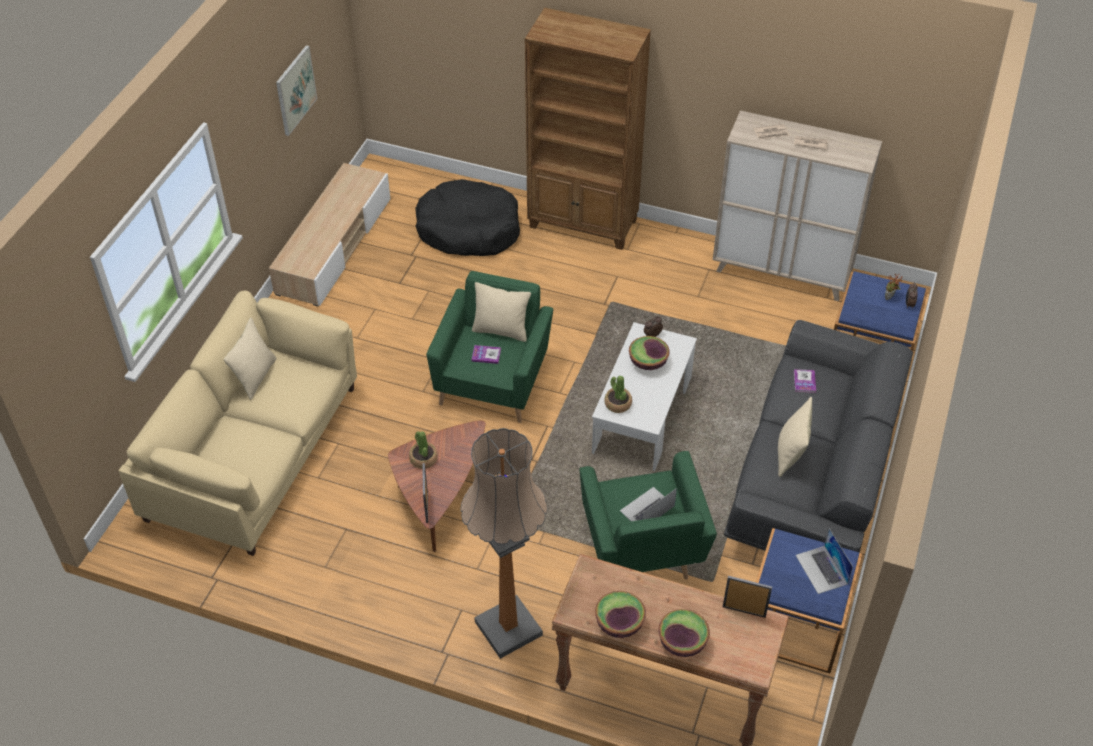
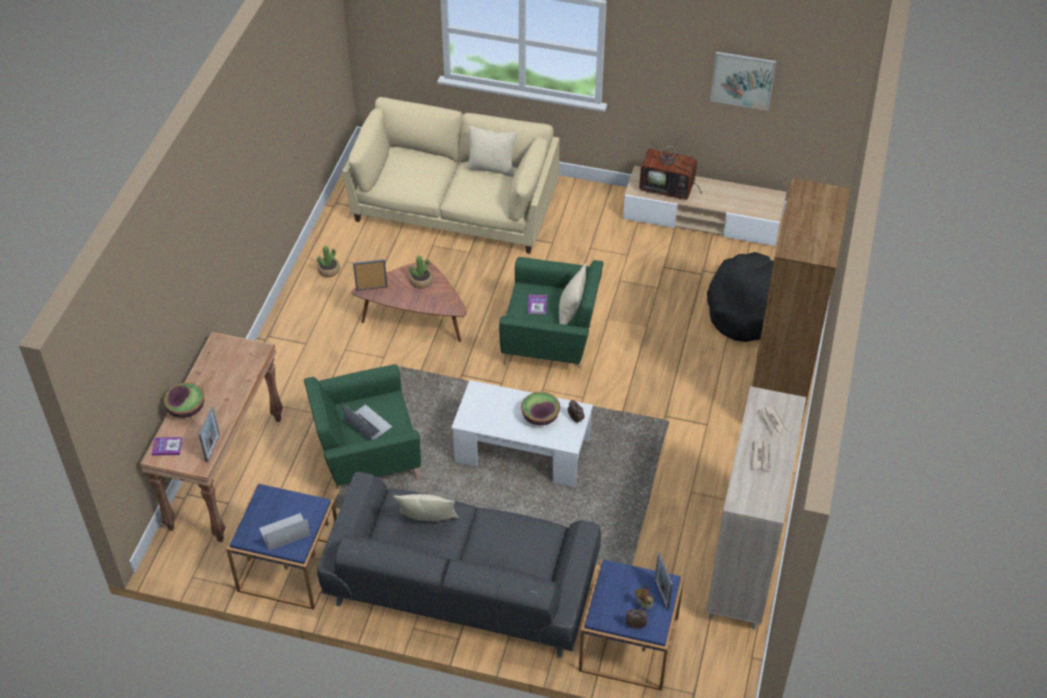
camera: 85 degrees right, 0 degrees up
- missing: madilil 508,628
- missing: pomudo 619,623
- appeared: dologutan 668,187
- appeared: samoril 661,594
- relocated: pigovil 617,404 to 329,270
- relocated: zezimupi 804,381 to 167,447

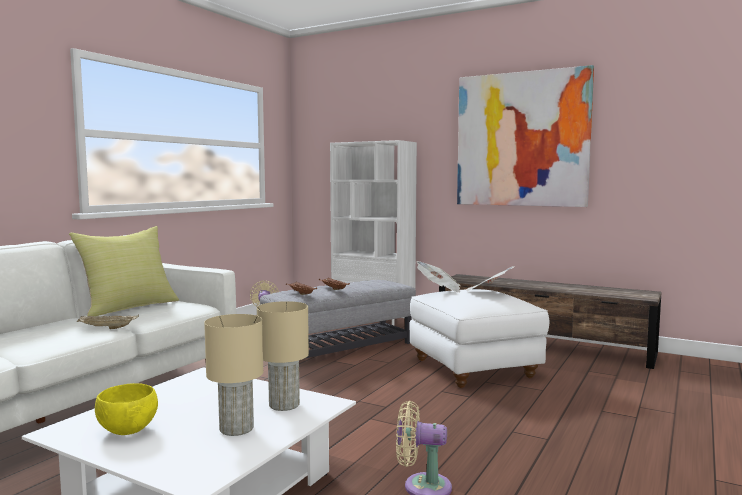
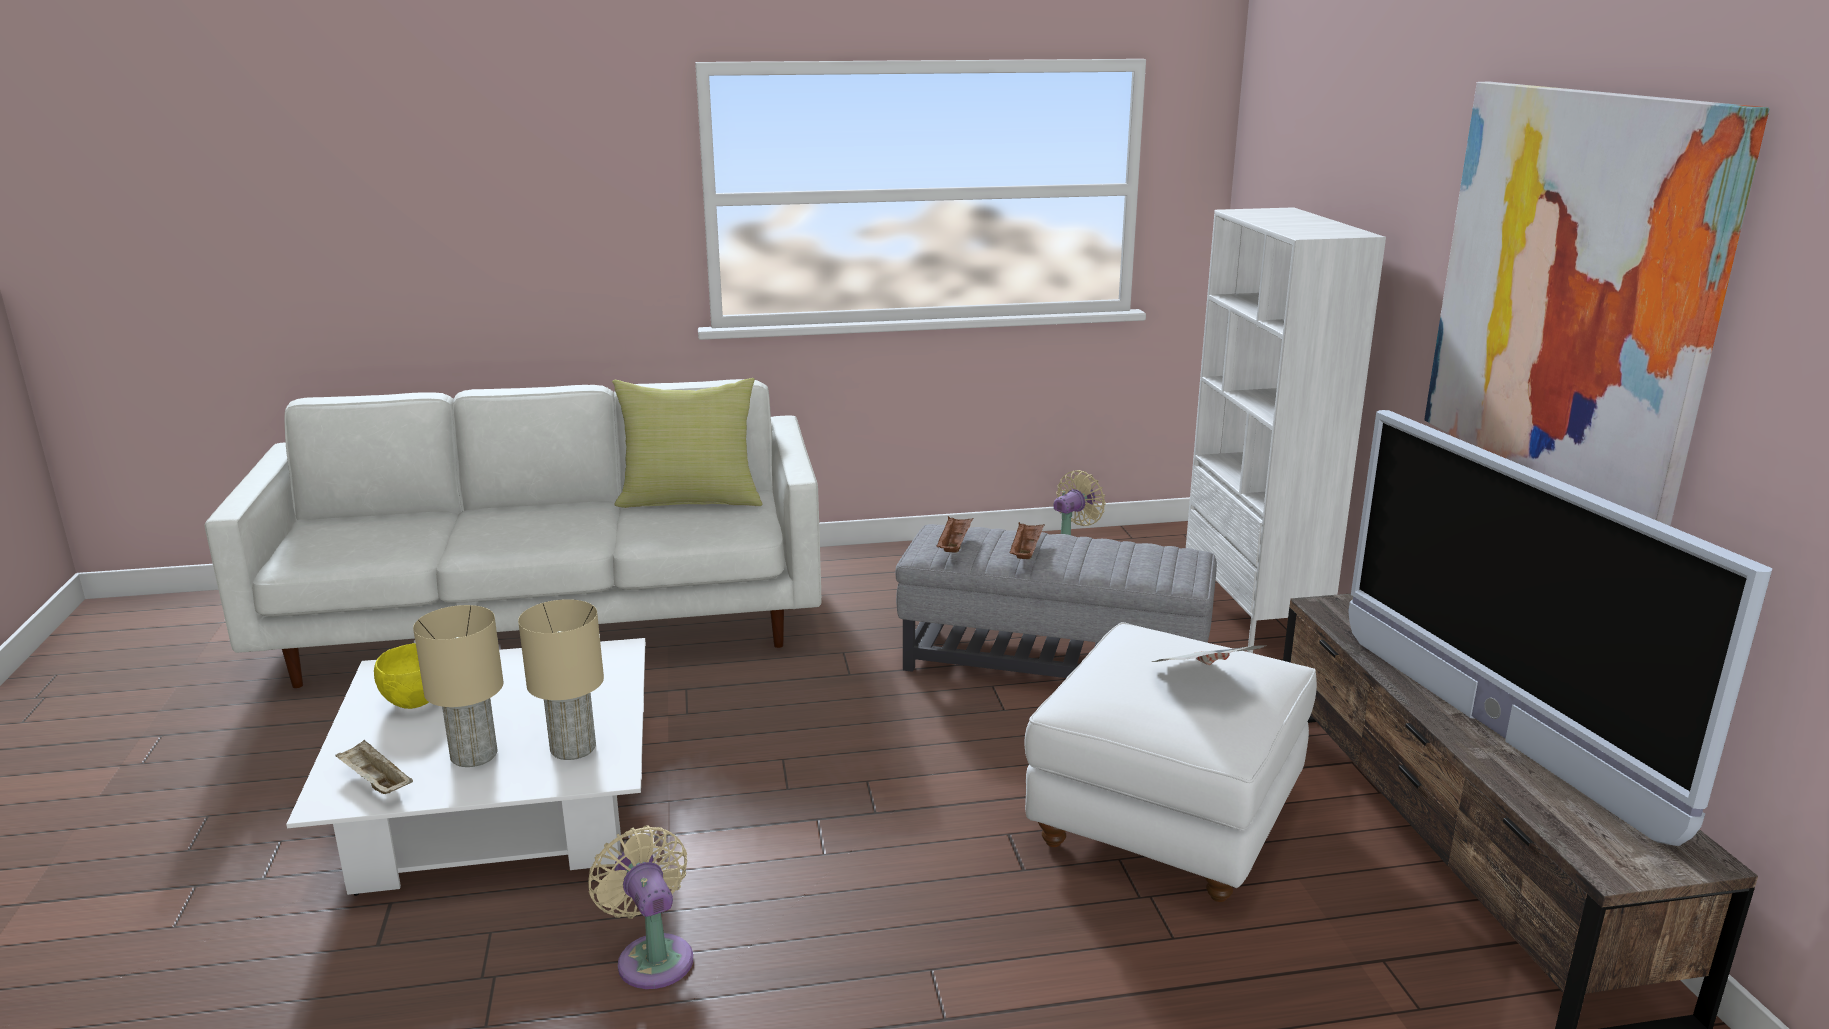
camera: 50 degrees right, 15 degrees up
- missing: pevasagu 439,289
- appeared: dologutan 1493,730
- relocated: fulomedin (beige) 107,328 to 375,783

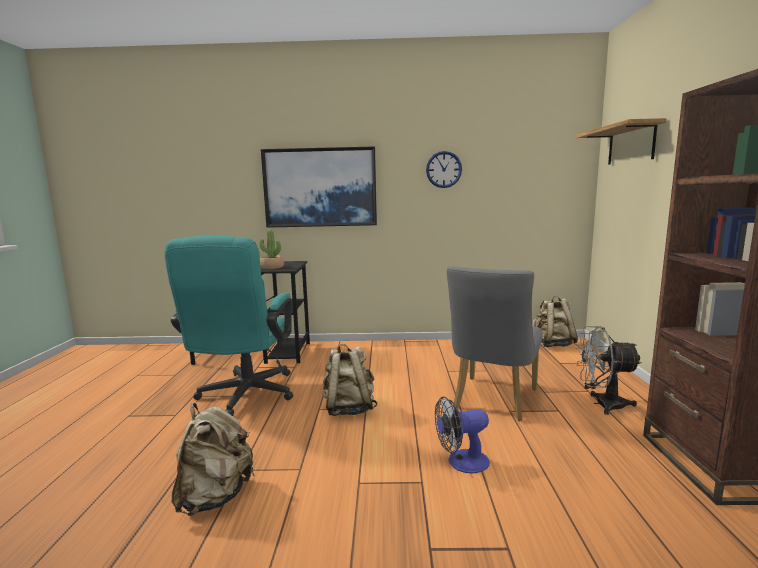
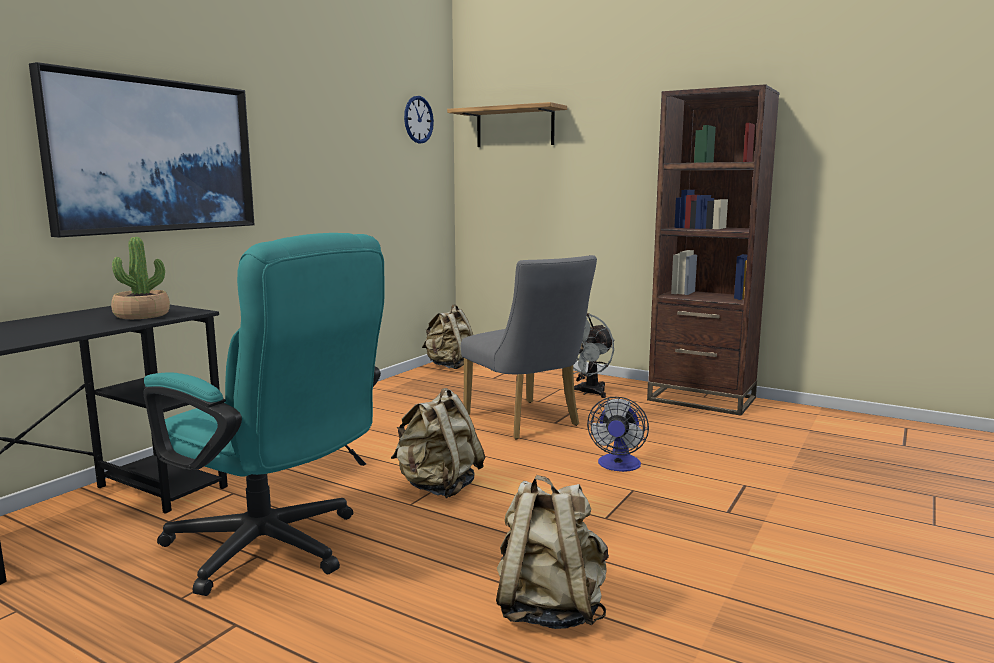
camera: 60 degrees left, 0 degrees up
- relocated: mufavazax 443,169 to 418,119

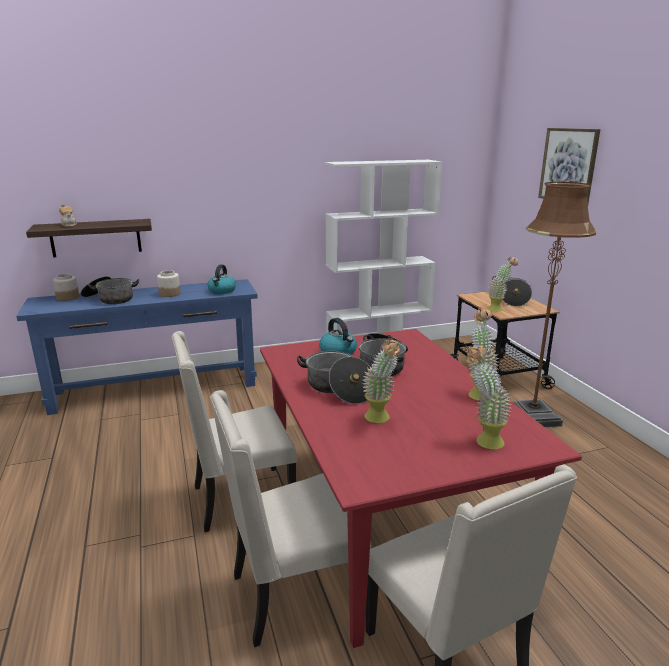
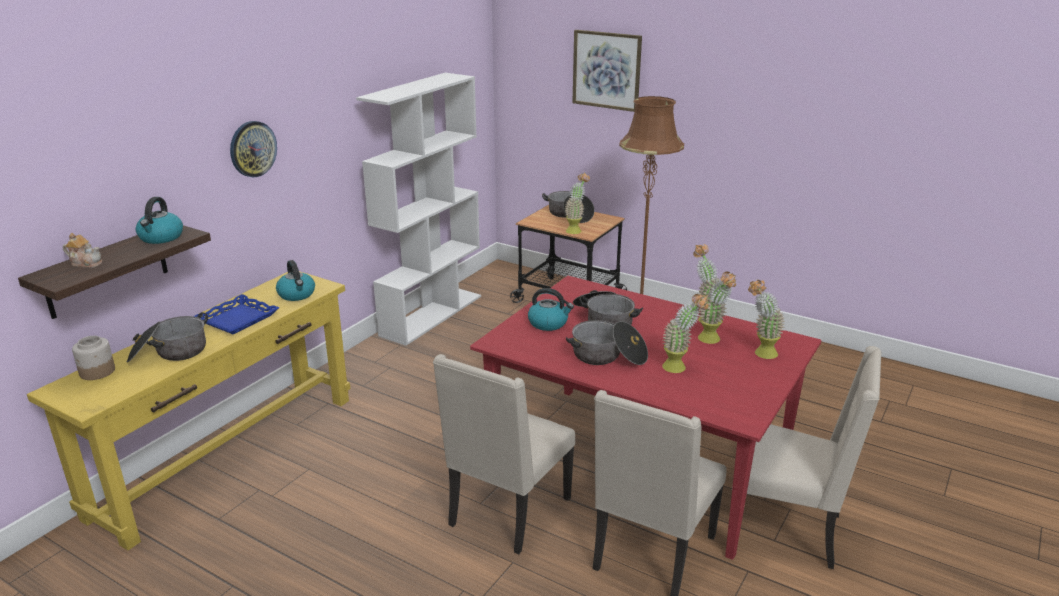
camera: 40 degrees left, 5 degrees up
- appeared: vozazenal 161,237
- appeared: mufavazax 252,149
- appeared: pigovil 713,341
- exchanged: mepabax 170,294 to fulomedin (blue) 237,319
- colour: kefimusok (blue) 156,388 to kefimusok (yellow) 228,454

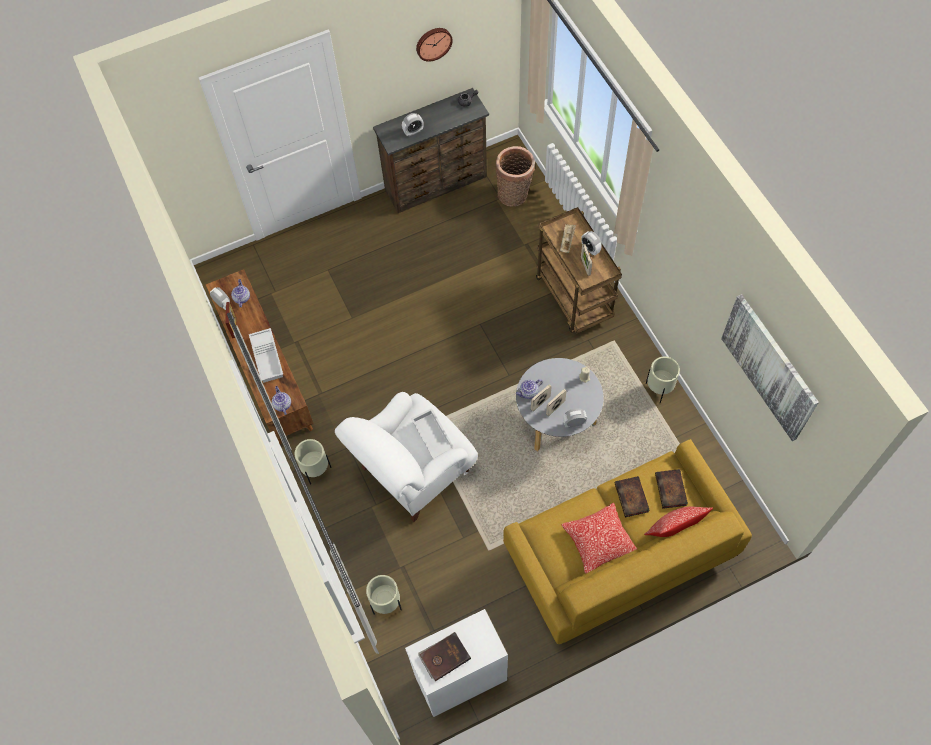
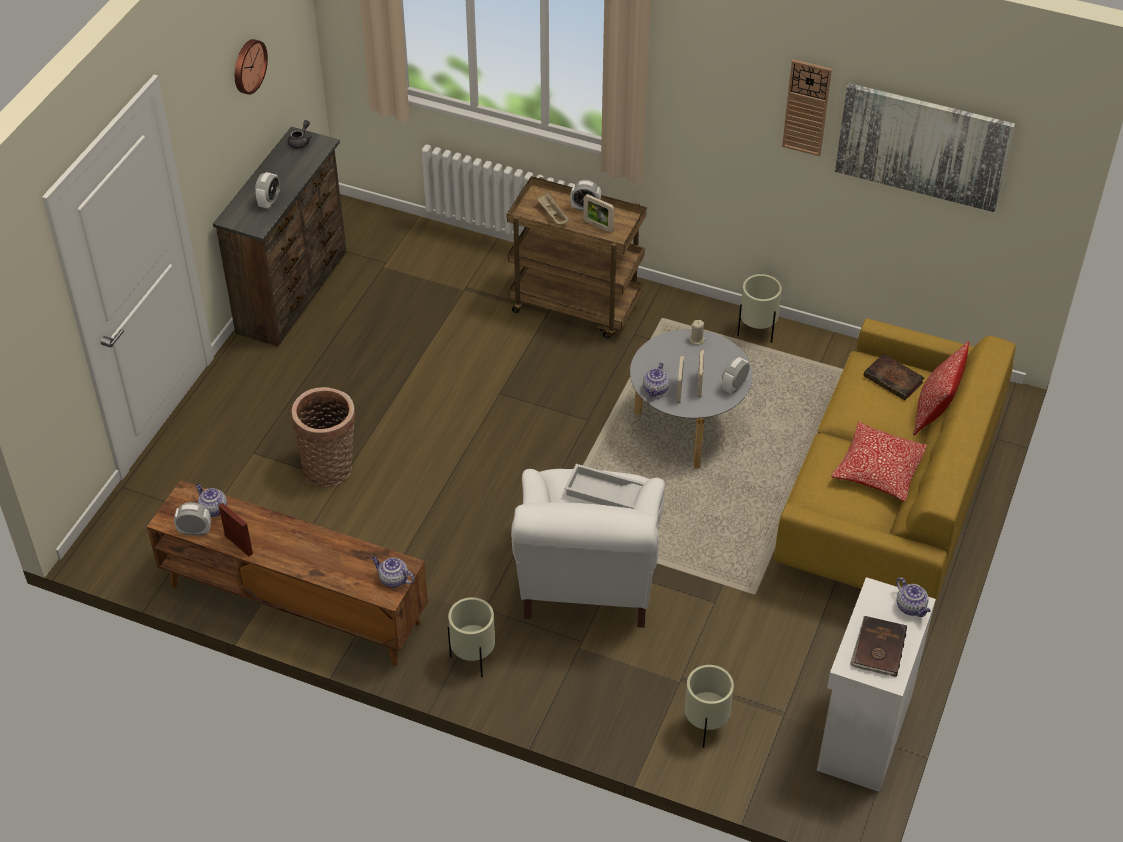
camera: 45 degrees left, 15 degrees down
- missing: fulomedin (white) 268,357
- missing: zezimupi 632,498
- appeared: mufavazax 807,107
- appeared: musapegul 911,607
- relocated: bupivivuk 514,194 to 330,467

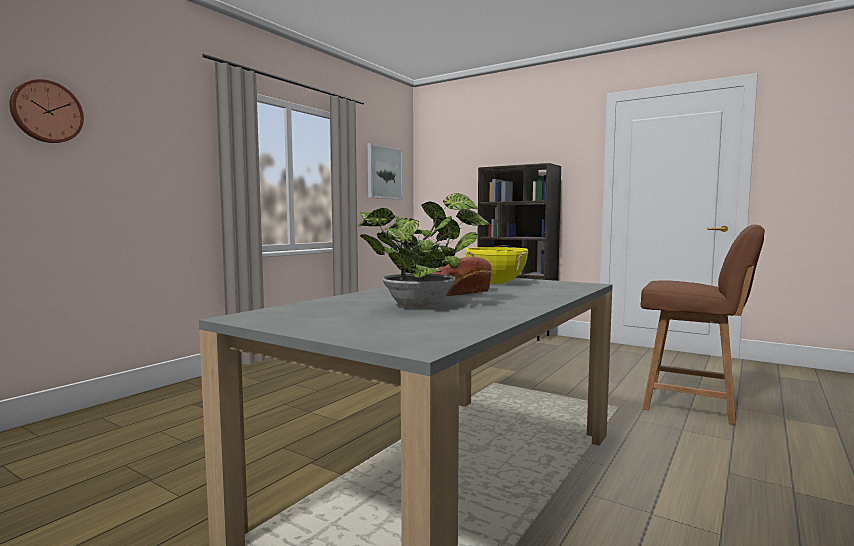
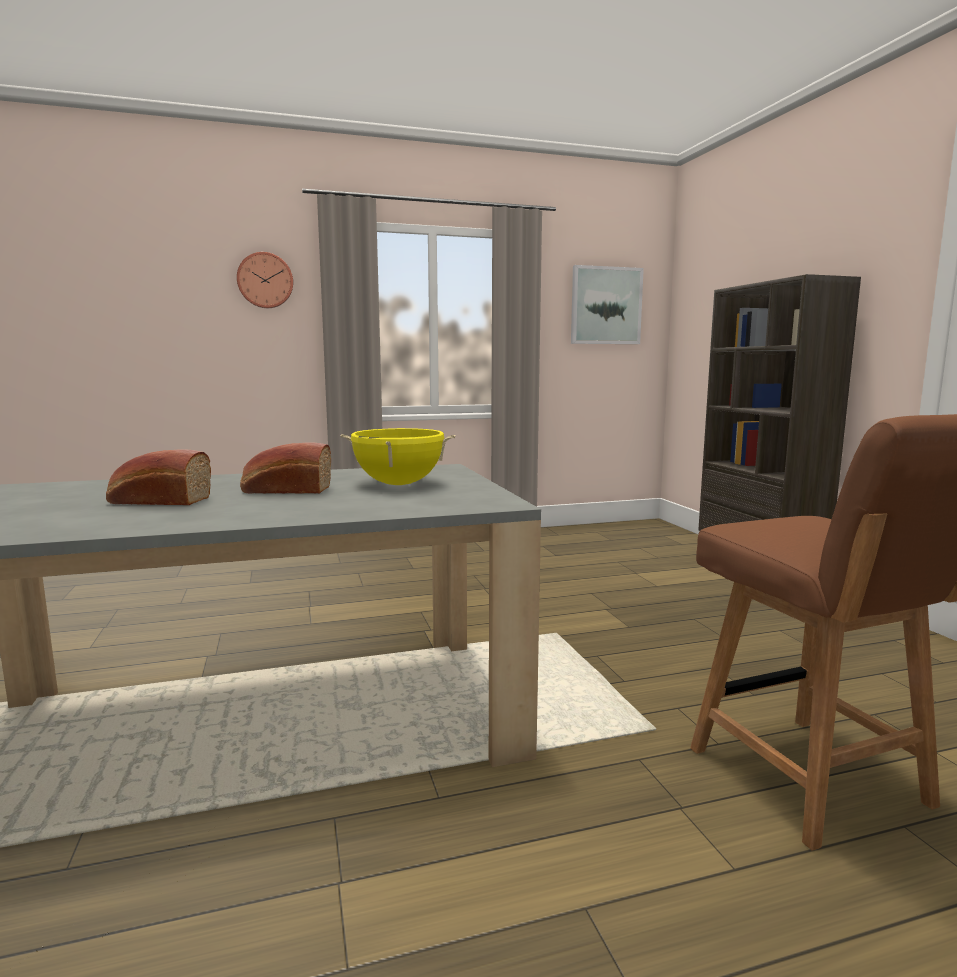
camera: 40 degrees right, 5 degrees up
- relocated: mufavazax 46,112 to 265,280
- exchanged: pigovil 424,306 to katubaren 157,501

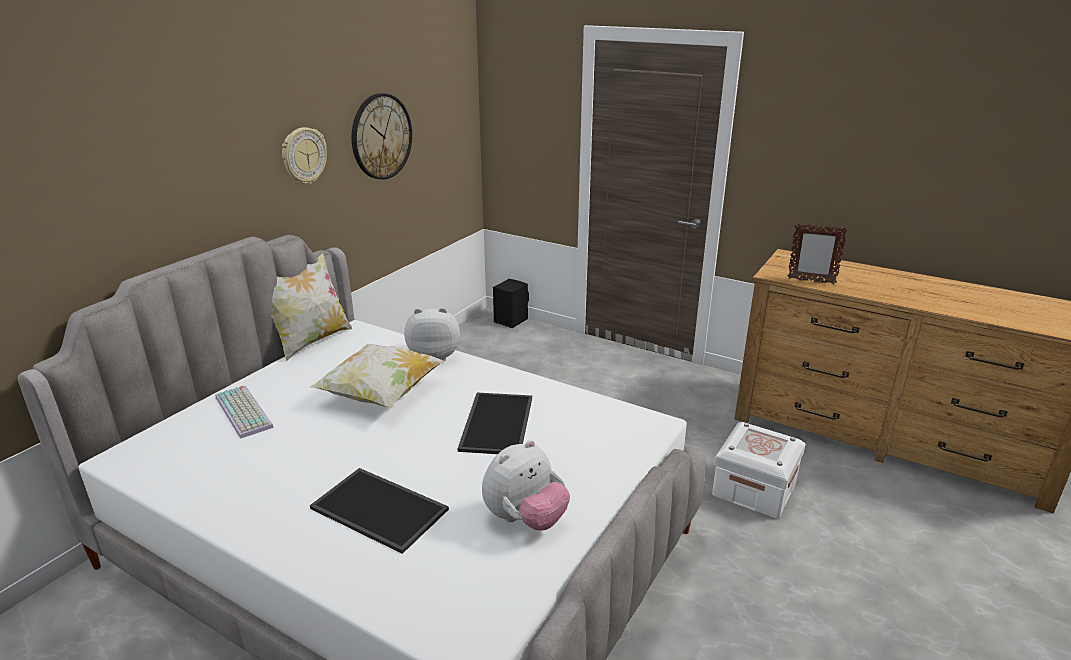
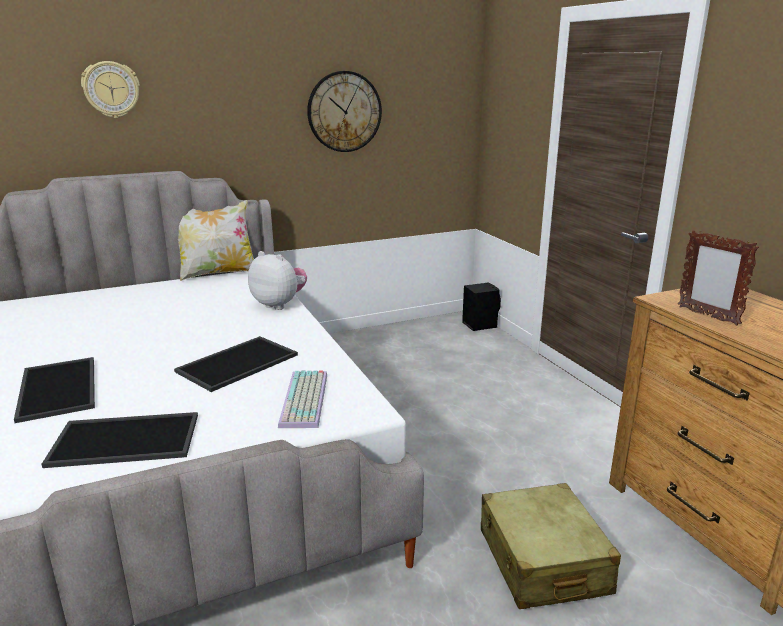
camera: 35 degrees right, 5 degrees down
- missing: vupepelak 381,394
- relocated: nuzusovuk 245,412 to 306,400
- relocated: mufavazax 304,156 to 111,89
- exchanged: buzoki 525,519 to fulomedin 127,439
- exchanged: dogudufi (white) 754,489 to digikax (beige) 542,561

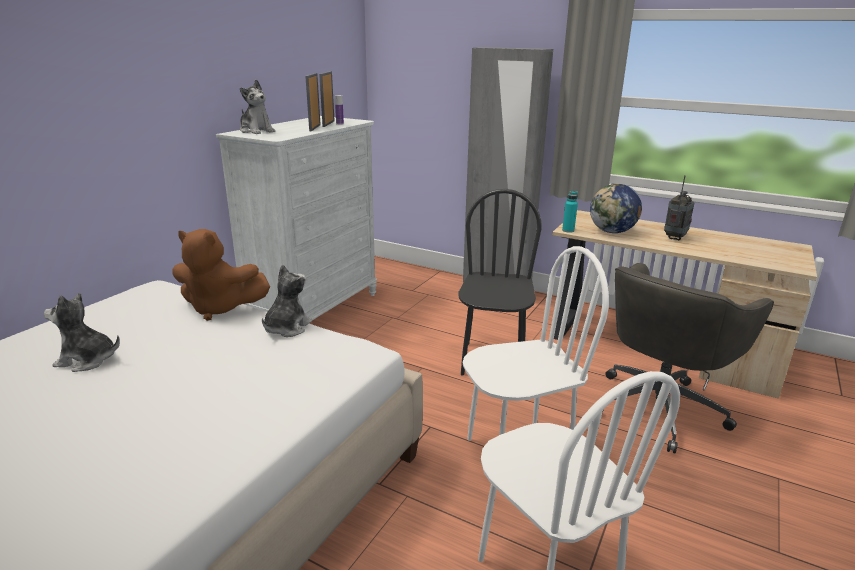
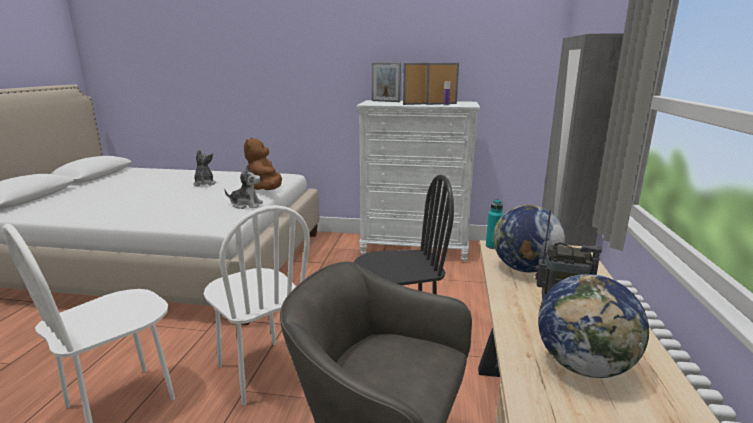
camera: 70 degrees right, 5 degrees down
- appeared: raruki 584,366
- exchanged: buzoki 256,131 to samoril 385,101

